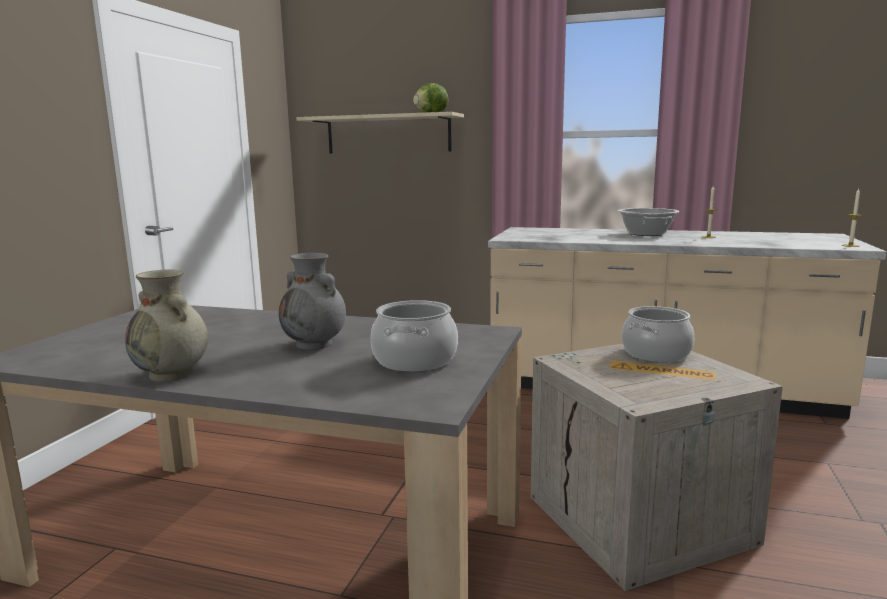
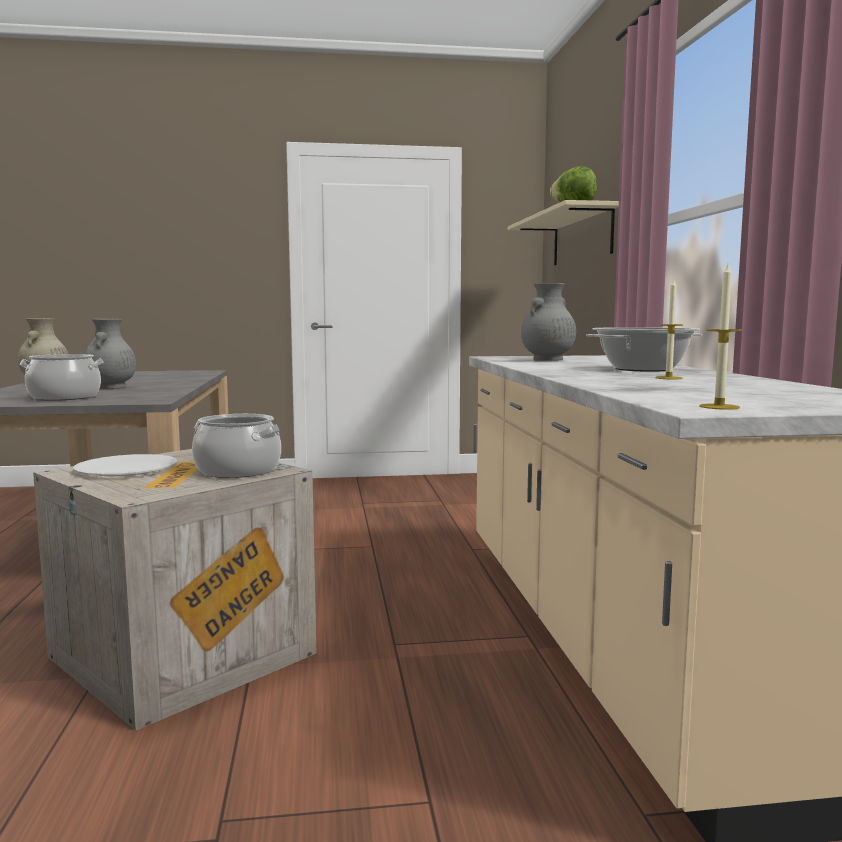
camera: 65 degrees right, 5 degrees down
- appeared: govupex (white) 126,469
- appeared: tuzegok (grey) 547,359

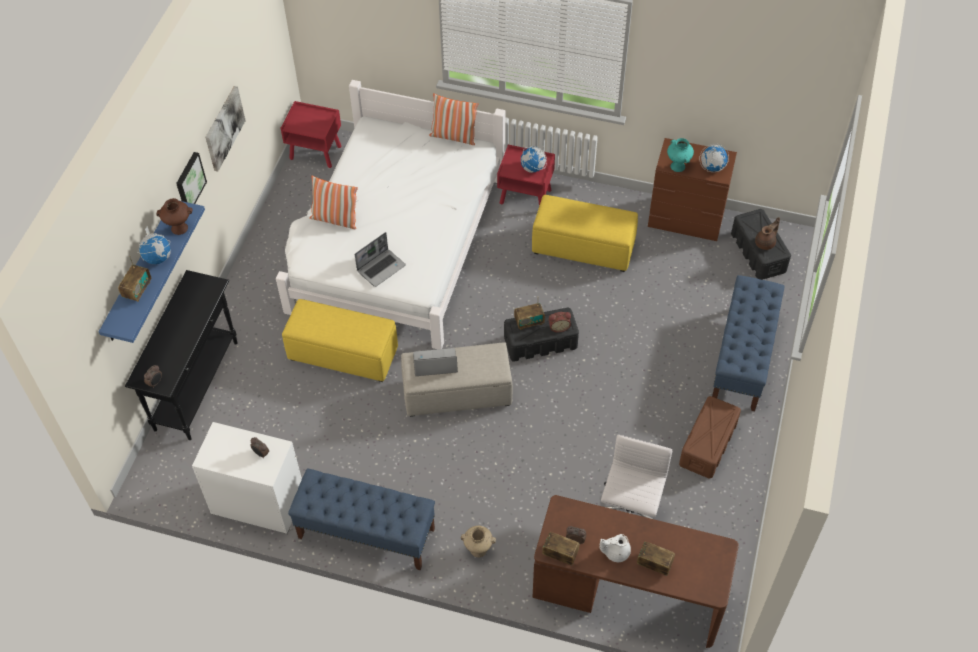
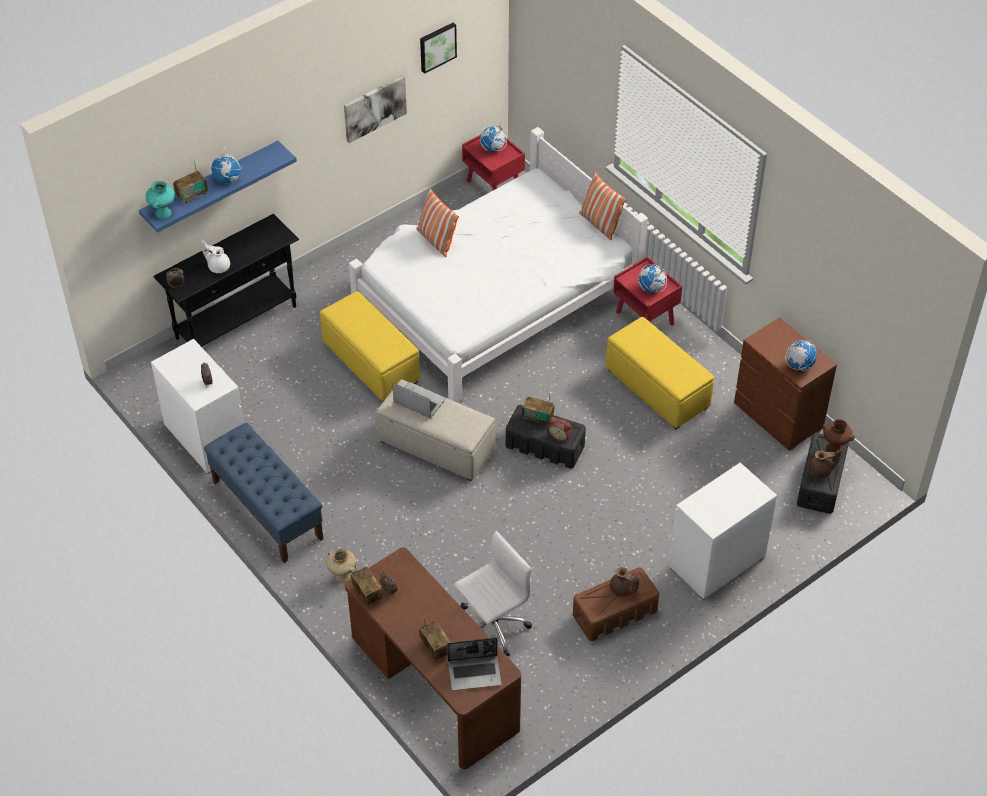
camera: 35 degrees right, 5 degrees down
- appeared: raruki 493,149
- appeared: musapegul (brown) 622,590
- relocated: tuzegok (brown) 179,229 to 834,448
- relocated: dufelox 189,182 to 437,46
- relocated: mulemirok 381,268 to 475,673
- relocated: musapegul (white) 615,552 to 218,266
- relocated: tuzegok (turquoise) 678,166 to 163,213
- exchanged: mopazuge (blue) 742,358 to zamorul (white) 716,562

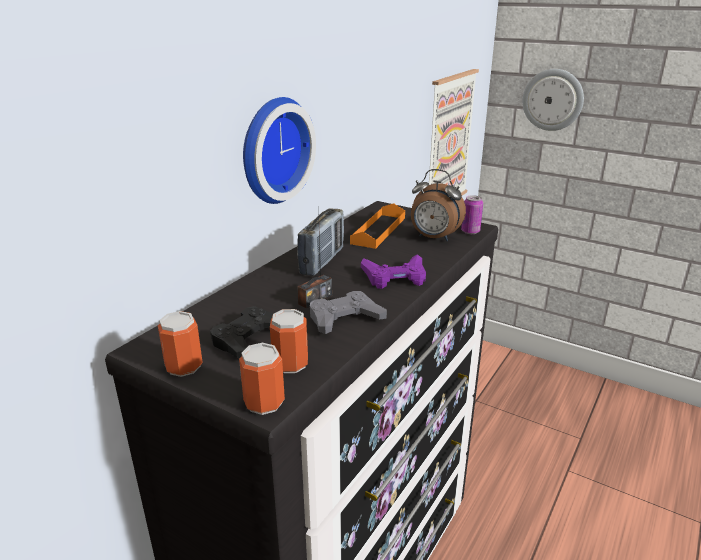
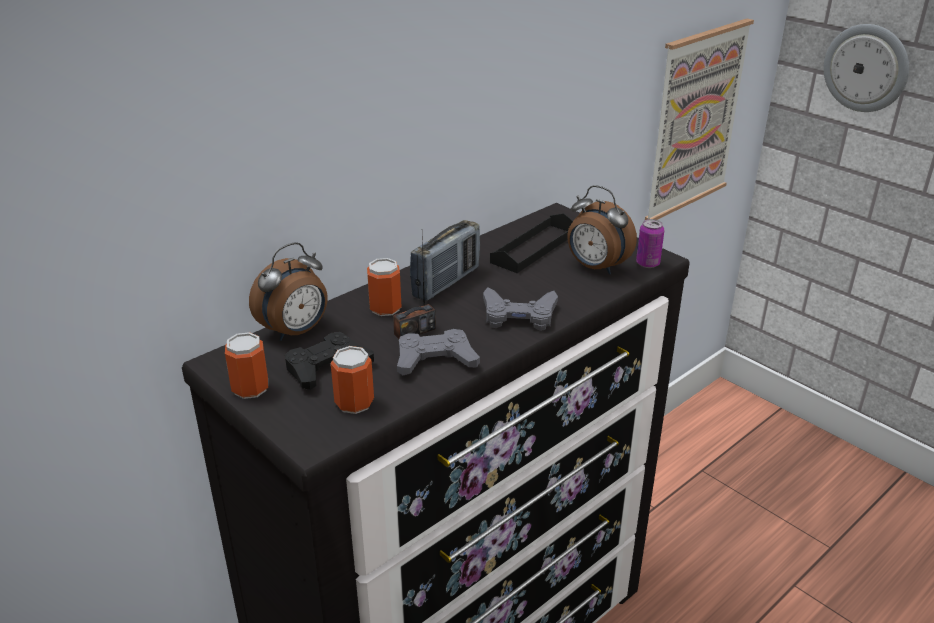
camera: 15 degrees right, 5 degrees up
- missing: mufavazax 272,150
- appeared: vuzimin 296,332
- relocated: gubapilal 264,403 to 385,308
- colour: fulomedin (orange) 378,230 to fulomedin (black) 534,248
- colour: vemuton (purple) 395,277 to vemuton (grey) 519,315

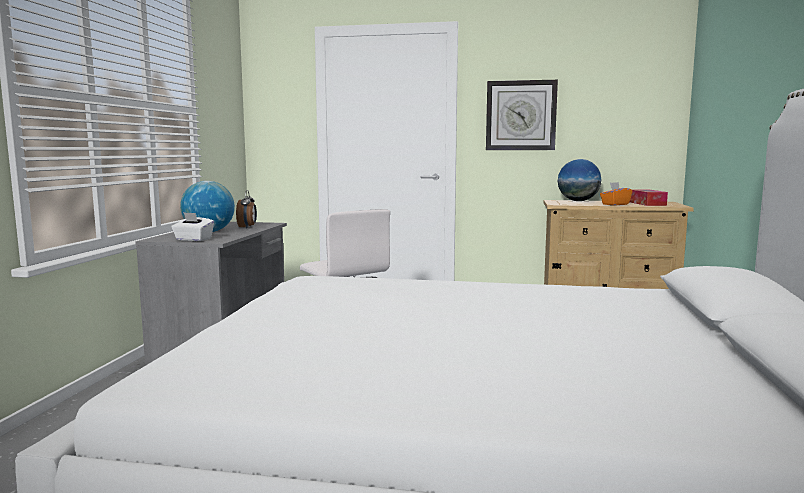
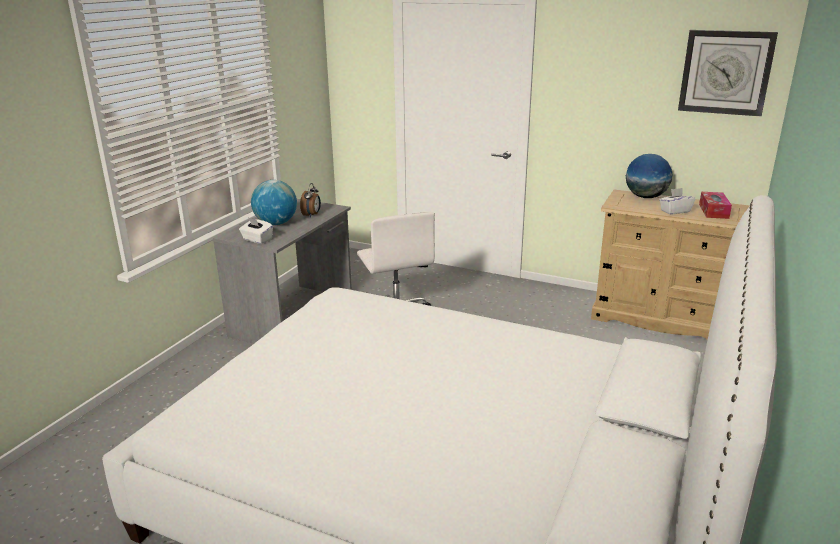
camera: 15 degrees right, 15 degrees up
- relocated: mufavazax 521,115 to 725,72
- colour: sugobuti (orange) 615,204 to sugobuti (white) 675,211

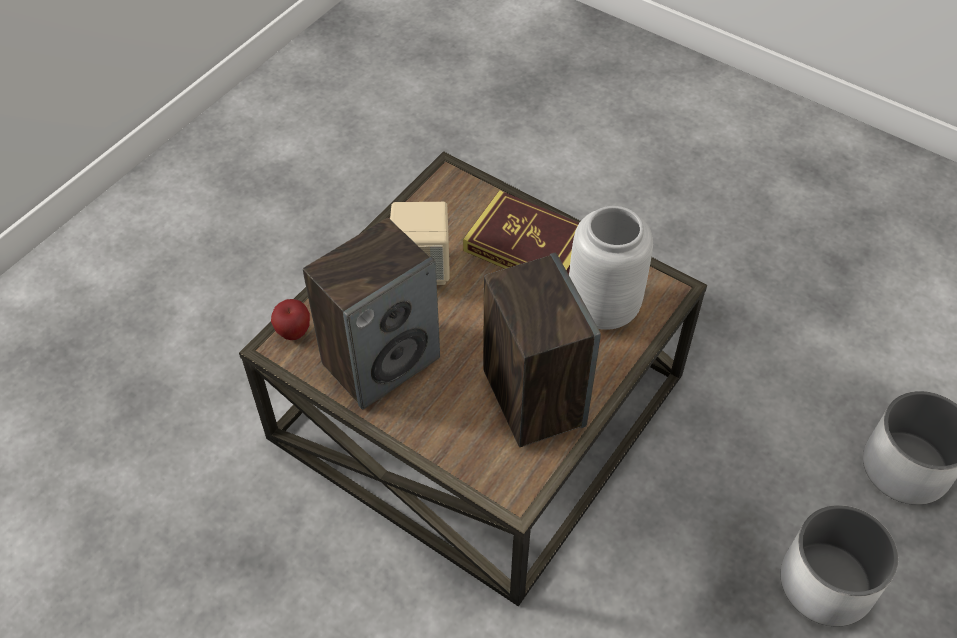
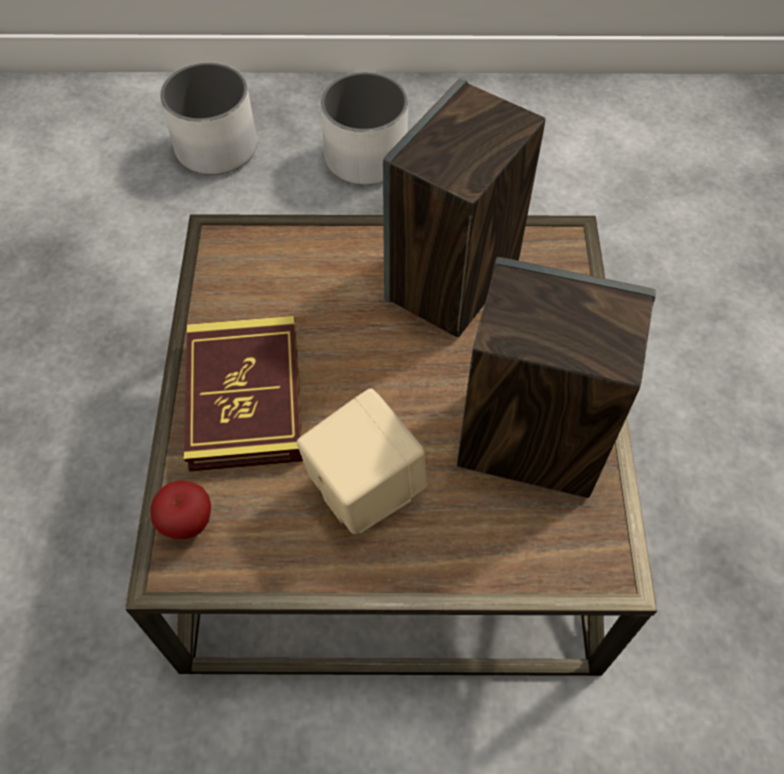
camera: 125 degrees left, 5 degrees up
- missing: tuzegok (grey) 604,308
- relocated: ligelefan 294,332 to 188,524

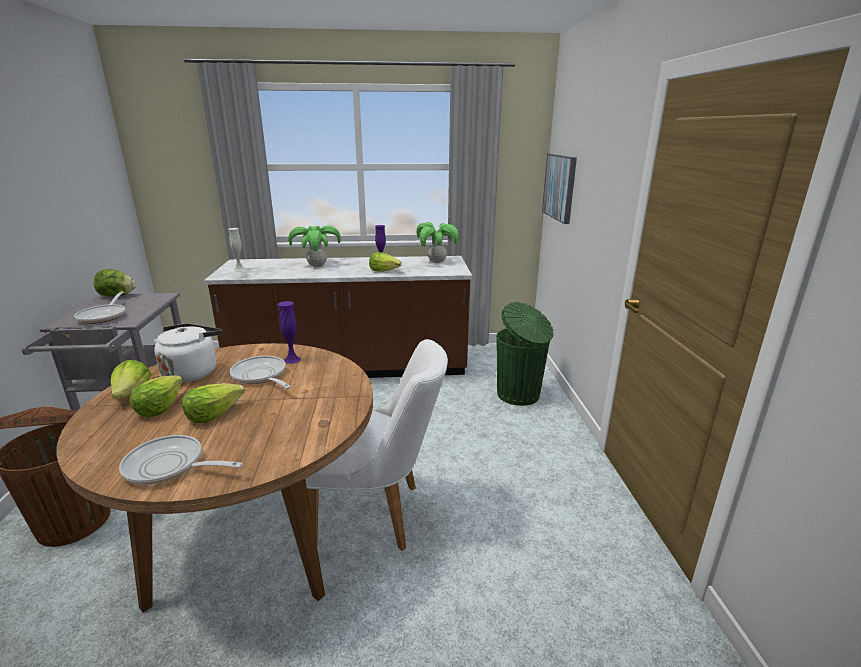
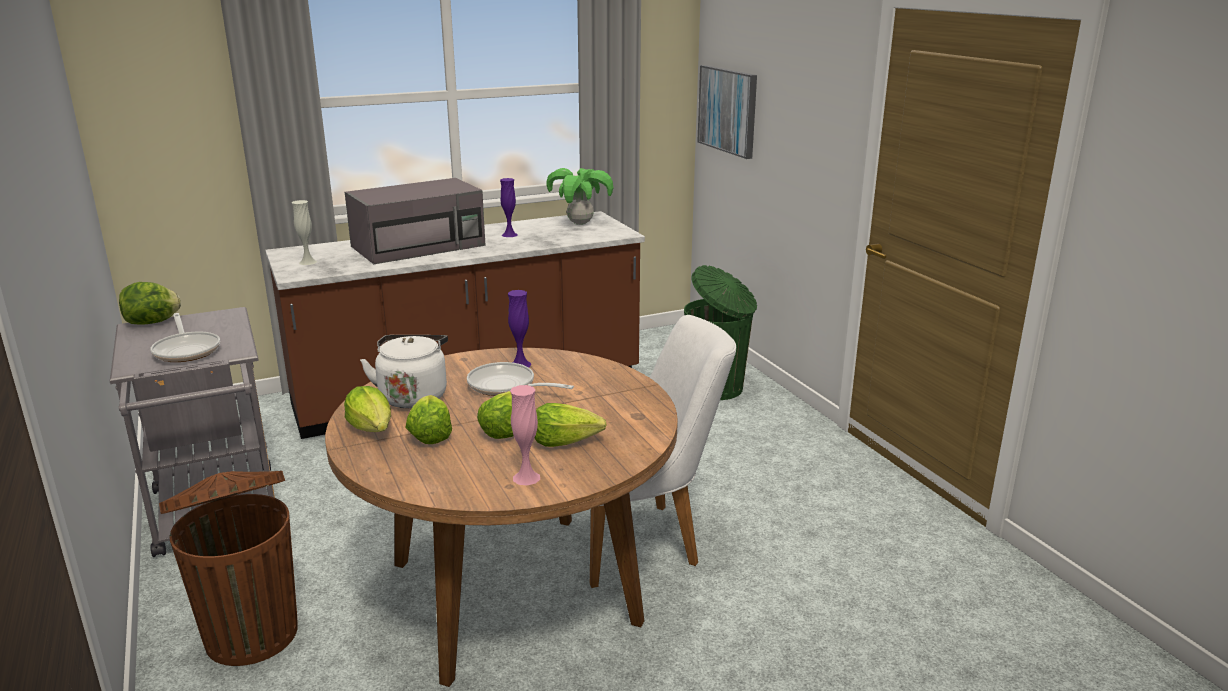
camera: 20 degrees left, 0 degrees up
- relocated: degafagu 384,271 to 565,441
- exchanged: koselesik 170,466 to tuzegok (pink) 526,478
- exchanged: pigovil 317,266 to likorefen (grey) 420,246

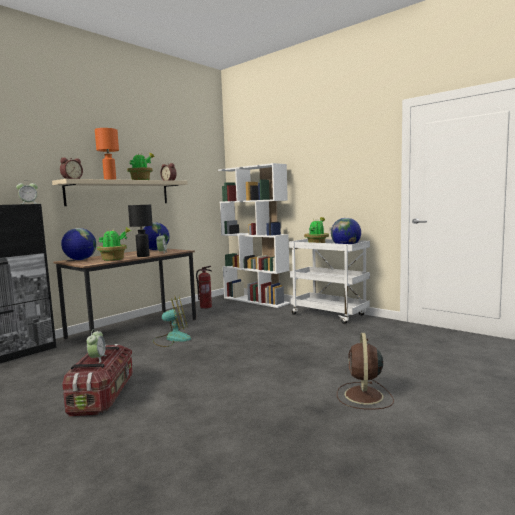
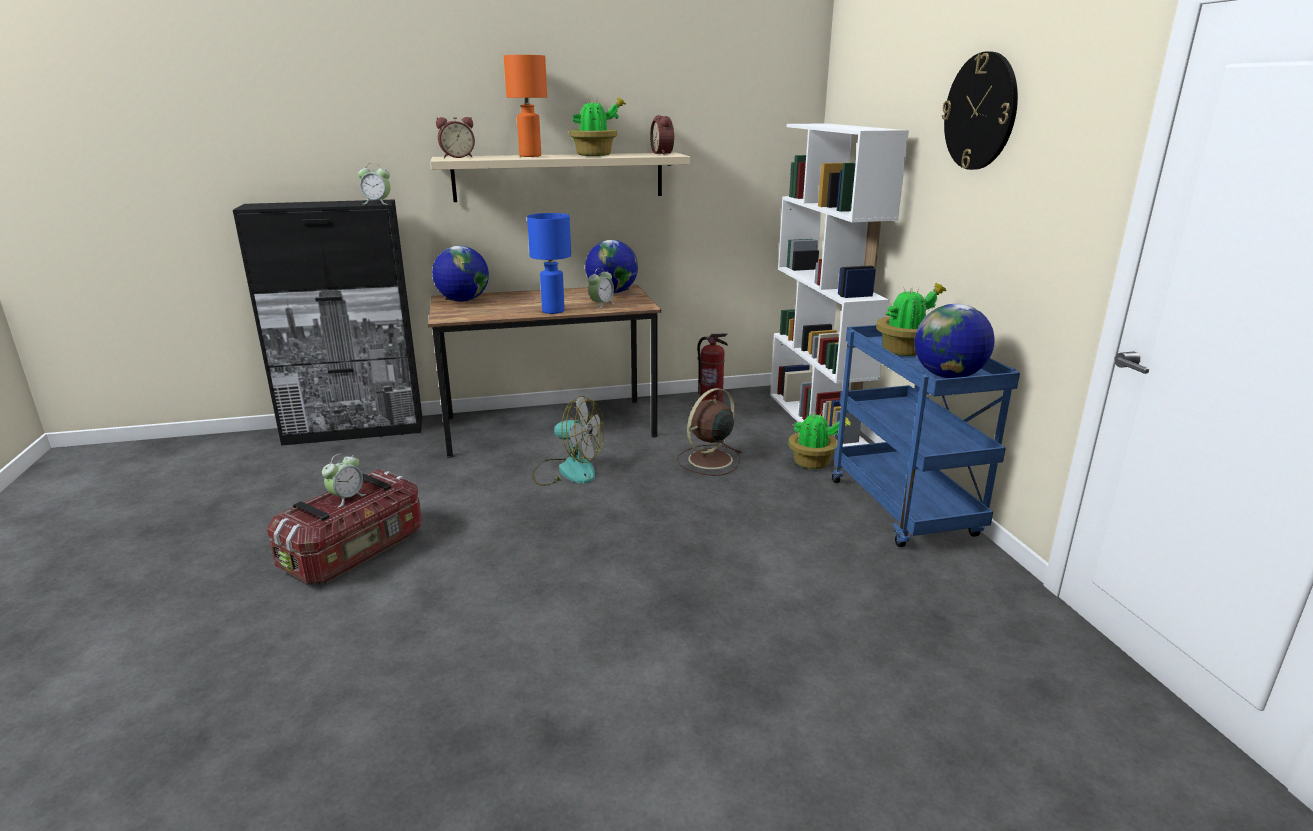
camera: 35 degrees right, 15 degrees up
- appeared: mufavazax 980,112
- relocated: pigovil 114,259 to 813,463
- relocated: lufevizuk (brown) 364,396 to 709,460
- colour: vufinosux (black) 143,256 to vufinosux (blue) 553,311
- colour: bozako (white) 330,315 to bozako (blue) 905,510

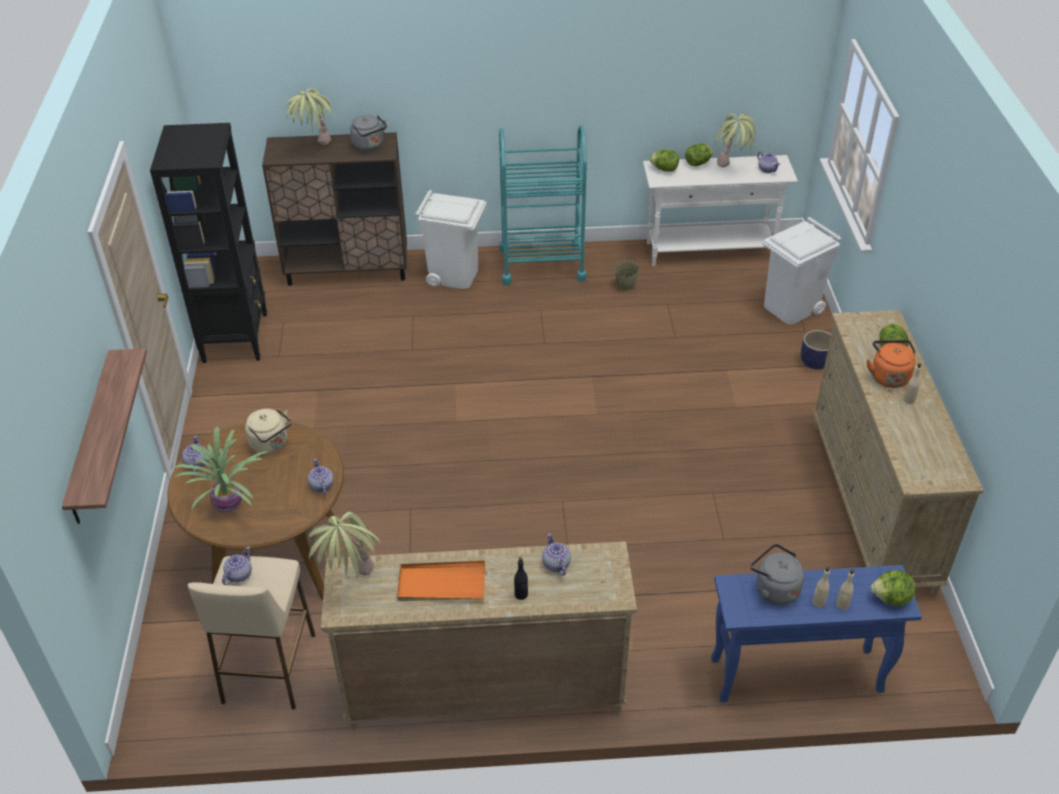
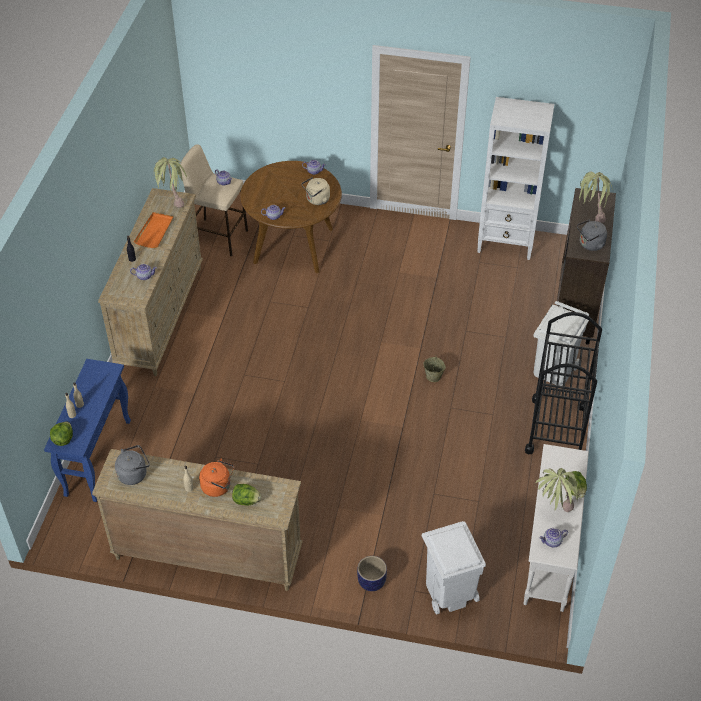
camera: 105 degrees right, 5 degrees up
- missing: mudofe 92,438
- missing: pigovil 230,504
- missing: degafagu 664,169
- relocated: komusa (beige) 625,285 to 433,377
- relocated: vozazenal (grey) 774,589 to 134,474
- colour: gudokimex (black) 235,337 to gudokimex (white) 506,243
- colour: bozako (turquoise) 542,264 to bozako (black) 556,429

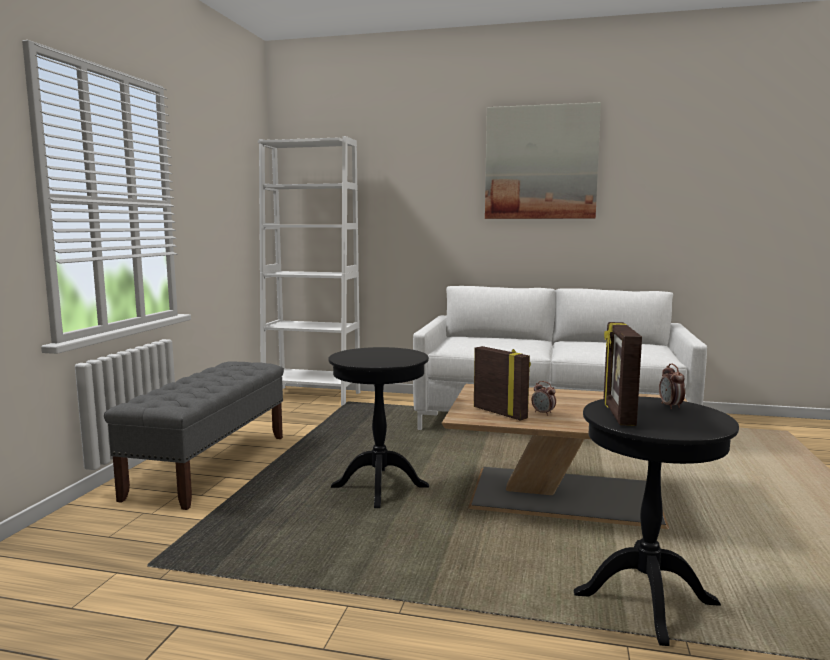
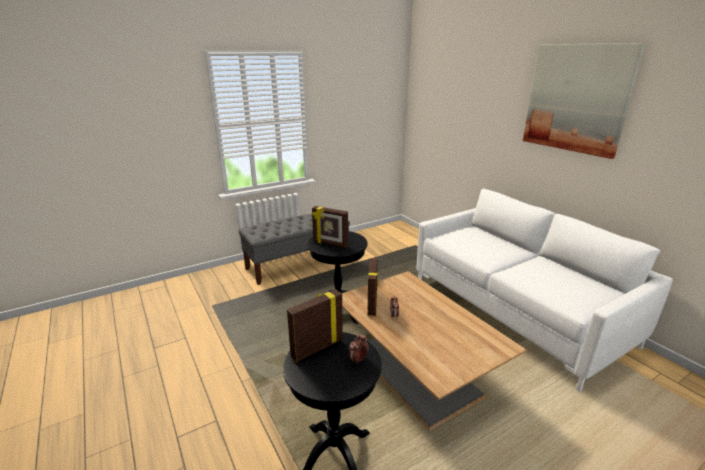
camera: 45 degrees right, 15 degrees up
- missing: gudokimex (white) 311,396
- appeared: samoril 330,244

